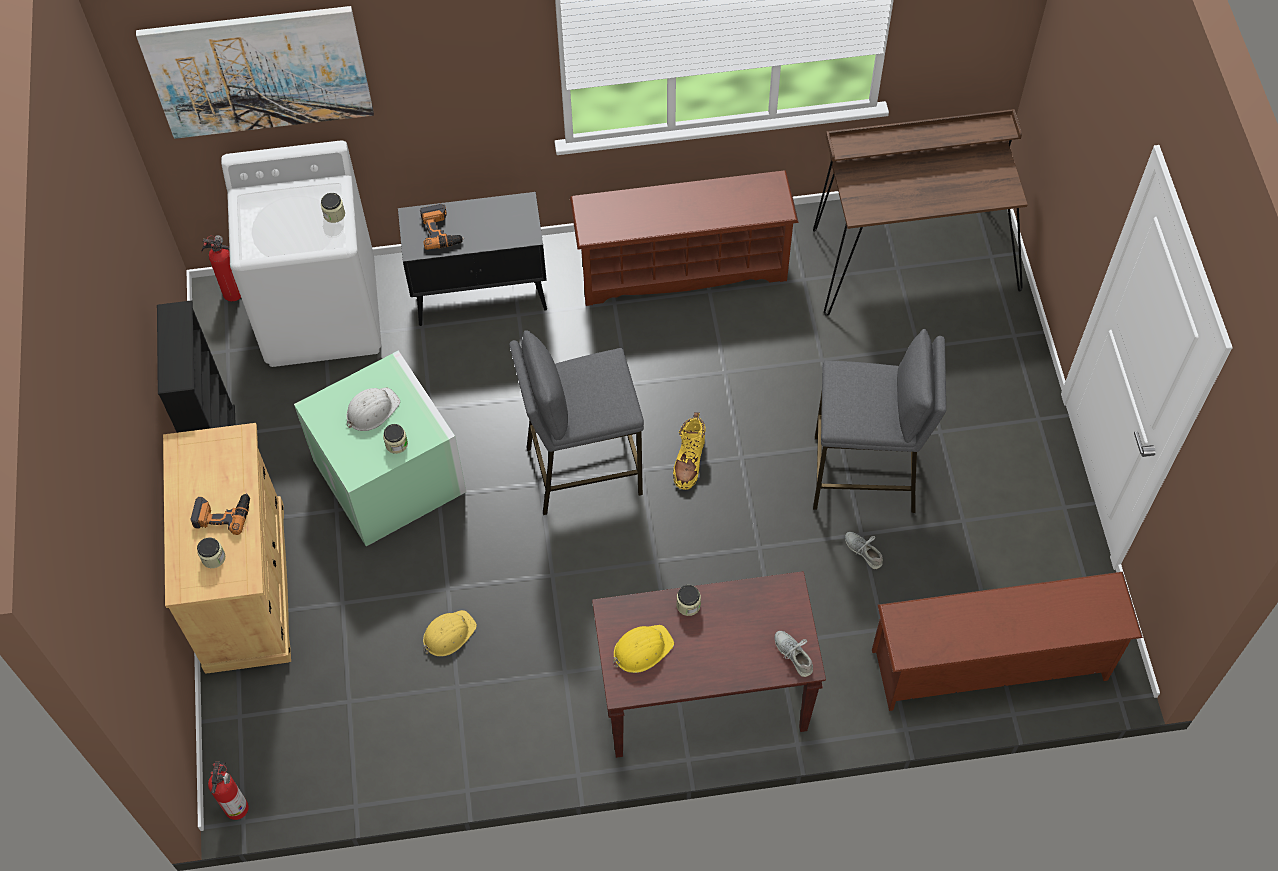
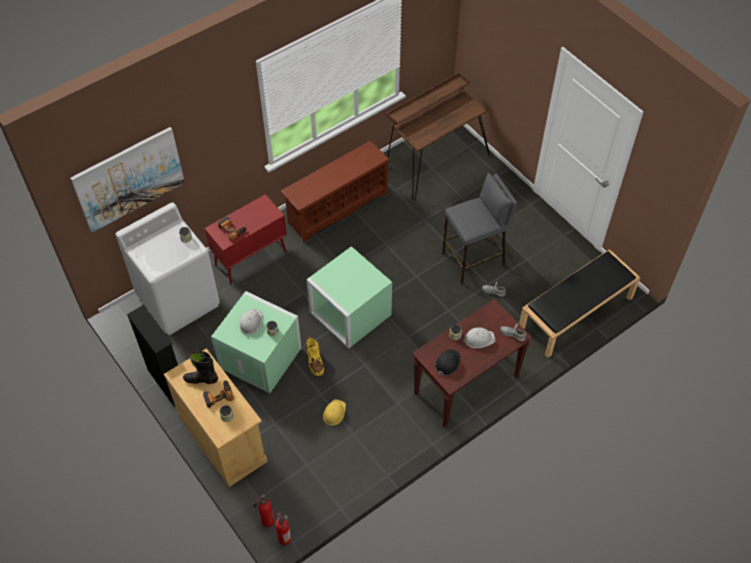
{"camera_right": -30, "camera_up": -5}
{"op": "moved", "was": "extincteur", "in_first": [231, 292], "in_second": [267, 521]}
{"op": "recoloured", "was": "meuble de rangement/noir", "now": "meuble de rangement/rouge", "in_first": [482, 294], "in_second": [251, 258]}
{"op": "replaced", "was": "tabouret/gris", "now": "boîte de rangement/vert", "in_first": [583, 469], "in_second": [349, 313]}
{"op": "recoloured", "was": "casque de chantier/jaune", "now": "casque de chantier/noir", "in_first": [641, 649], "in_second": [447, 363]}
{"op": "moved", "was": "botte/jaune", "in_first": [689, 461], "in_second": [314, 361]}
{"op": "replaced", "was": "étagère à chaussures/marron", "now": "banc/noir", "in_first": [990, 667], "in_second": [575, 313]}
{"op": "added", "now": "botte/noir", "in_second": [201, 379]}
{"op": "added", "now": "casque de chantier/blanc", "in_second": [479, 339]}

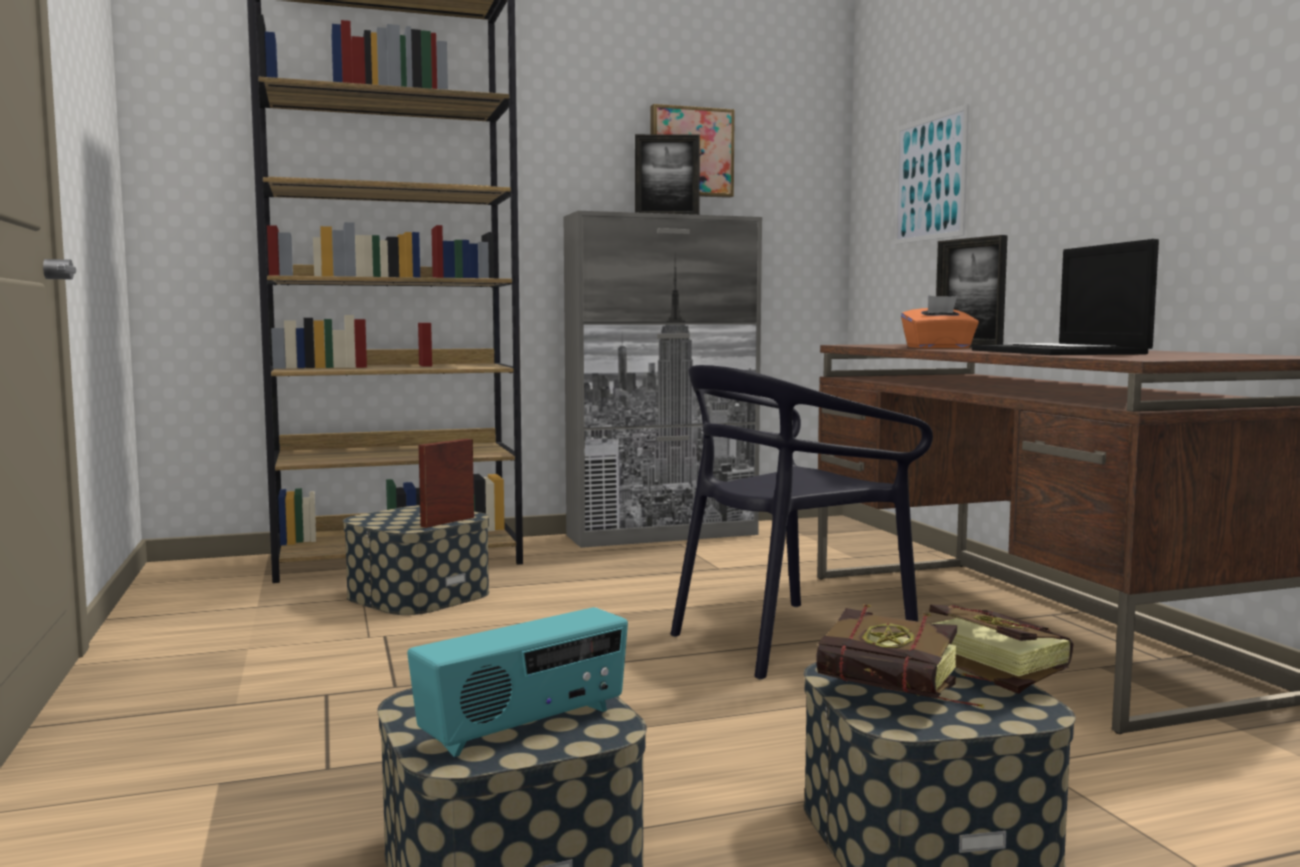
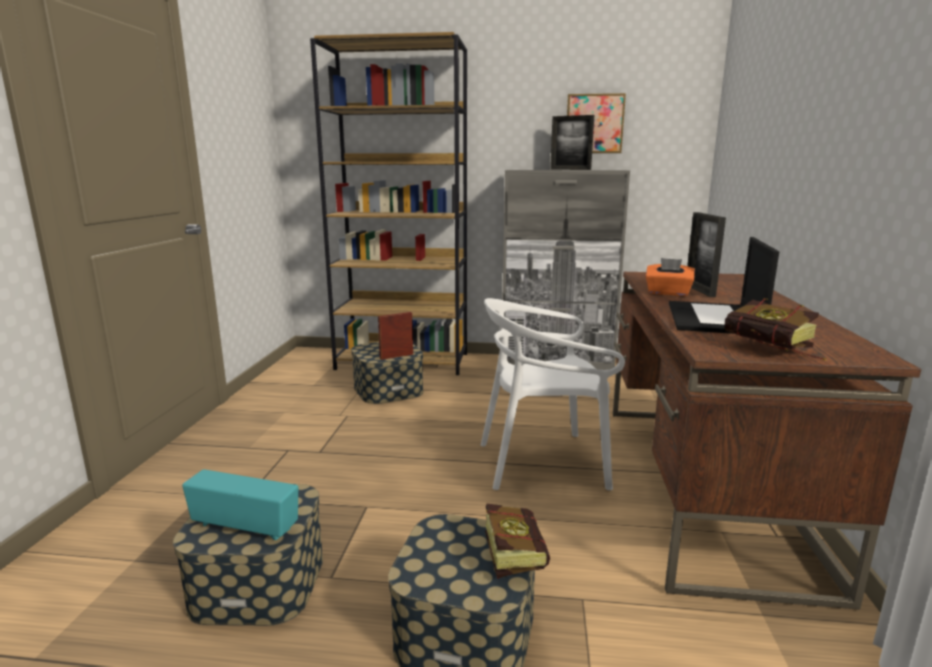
{"camera_right": 25, "camera_up": 10}
{"op": "turned", "was": "radio", "in_first": [525, 727], "in_second": [246, 526], "clockwise": -150}
{"op": "recoloured", "was": "chaise/noir", "now": "chaise/blanc", "in_first": [789, 640], "in_second": [543, 463]}
{"op": "moved", "was": "livre", "in_first": [901, 700], "in_second": [774, 351]}
{"op": "removed", "was": "tableau", "in_first": [930, 178]}

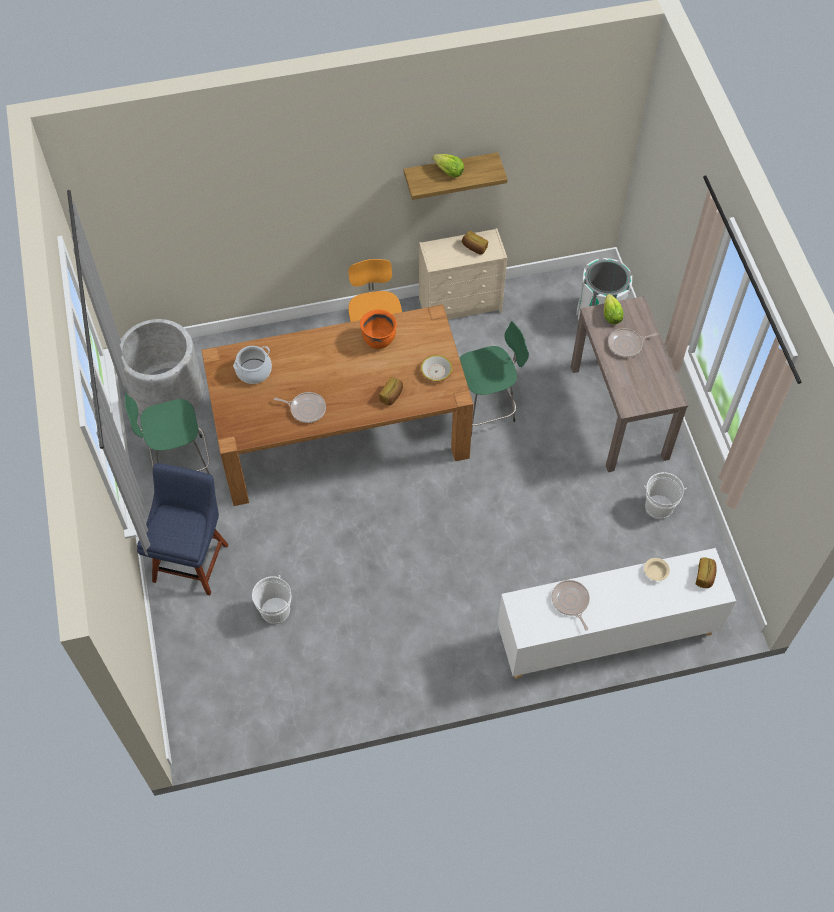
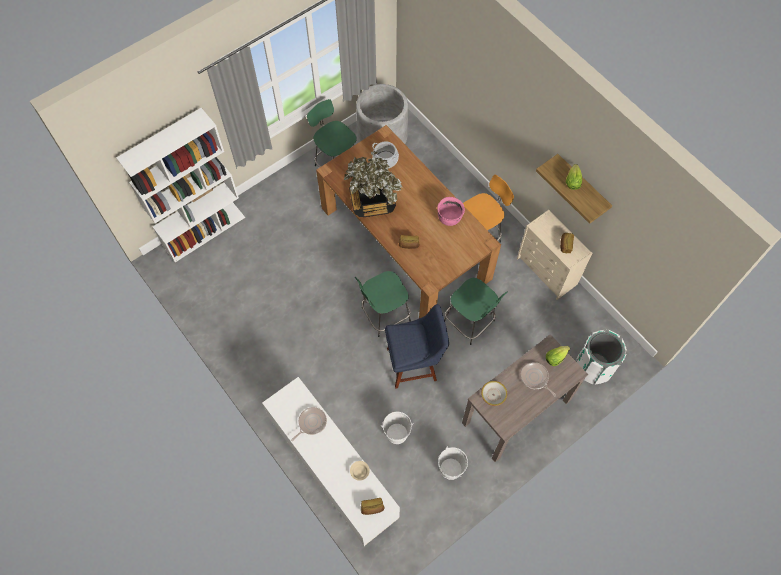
{"camera_right": 65, "camera_up": 5}
{"op": "moved", "was": "chaise/bleu", "in_first": [192, 559], "in_second": [414, 363]}
{"op": "moved", "was": "seau/blanc", "in_first": [275, 610], "in_second": [397, 433]}
{"op": "replaced", "was": "poêle", "now": "plante en pot", "in_first": [306, 409], "in_second": [372, 200]}
{"op": "recoloured", "was": "marmite/orange", "now": "marmite/rose", "in_first": [378, 339], "in_second": [449, 218]}
{"op": "moved", "was": "bol", "in_first": [436, 371], "in_second": [493, 394]}
{"op": "added", "now": "bibliothèque/blanc", "in_second": [204, 231]}
{"op": "added", "now": "tabouret/vert", "in_second": [384, 315]}

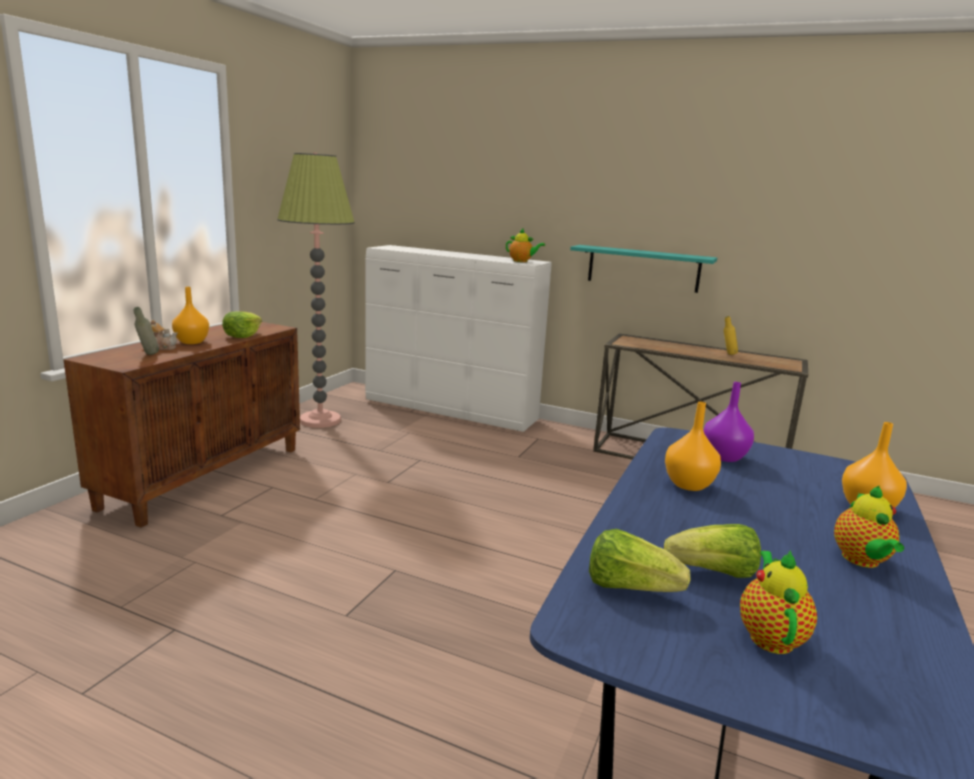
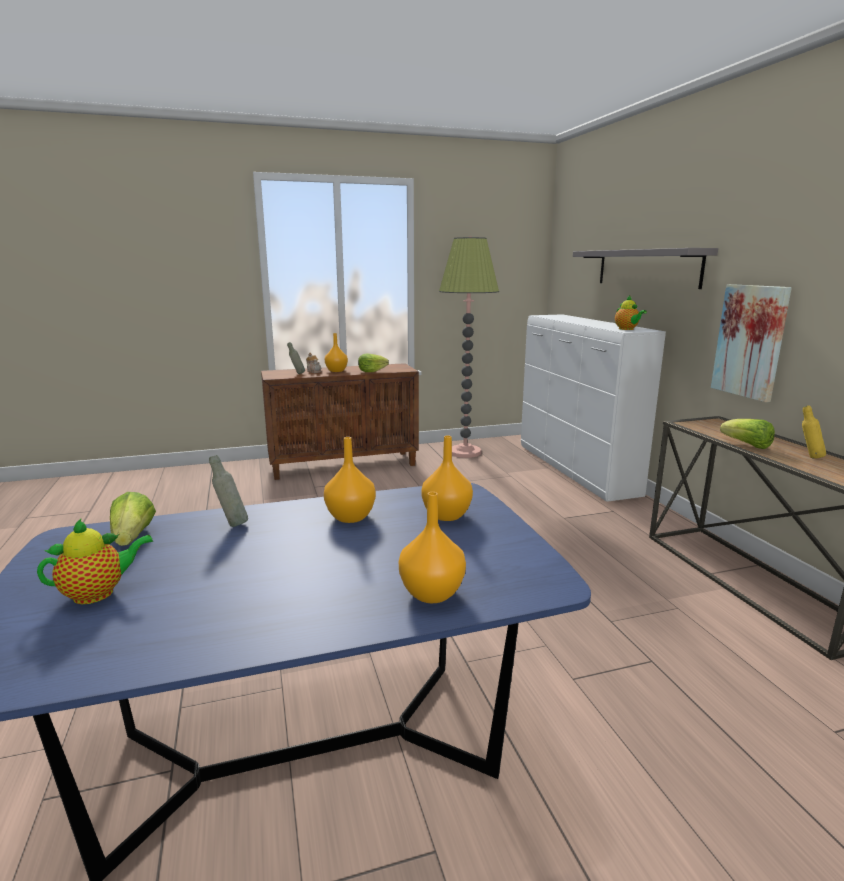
{"camera_right": 50, "camera_up": 0}
{"op": "replaced", "was": "étagère/turquoise", "now": "tableau", "in_first": [643, 268], "in_second": [750, 341]}
{"op": "moved", "was": "laitue", "in_first": [713, 573], "in_second": [747, 445]}
{"op": "recoloured", "was": "vase/violet", "now": "vase/orange", "in_first": [723, 457], "in_second": [445, 515]}
{"op": "removed", "was": "théière", "in_first": [862, 560]}
{"op": "added", "now": "bouteille/gris", "in_second": [231, 524]}
{"op": "added", "now": "étagère/gris", "in_second": [646, 268]}

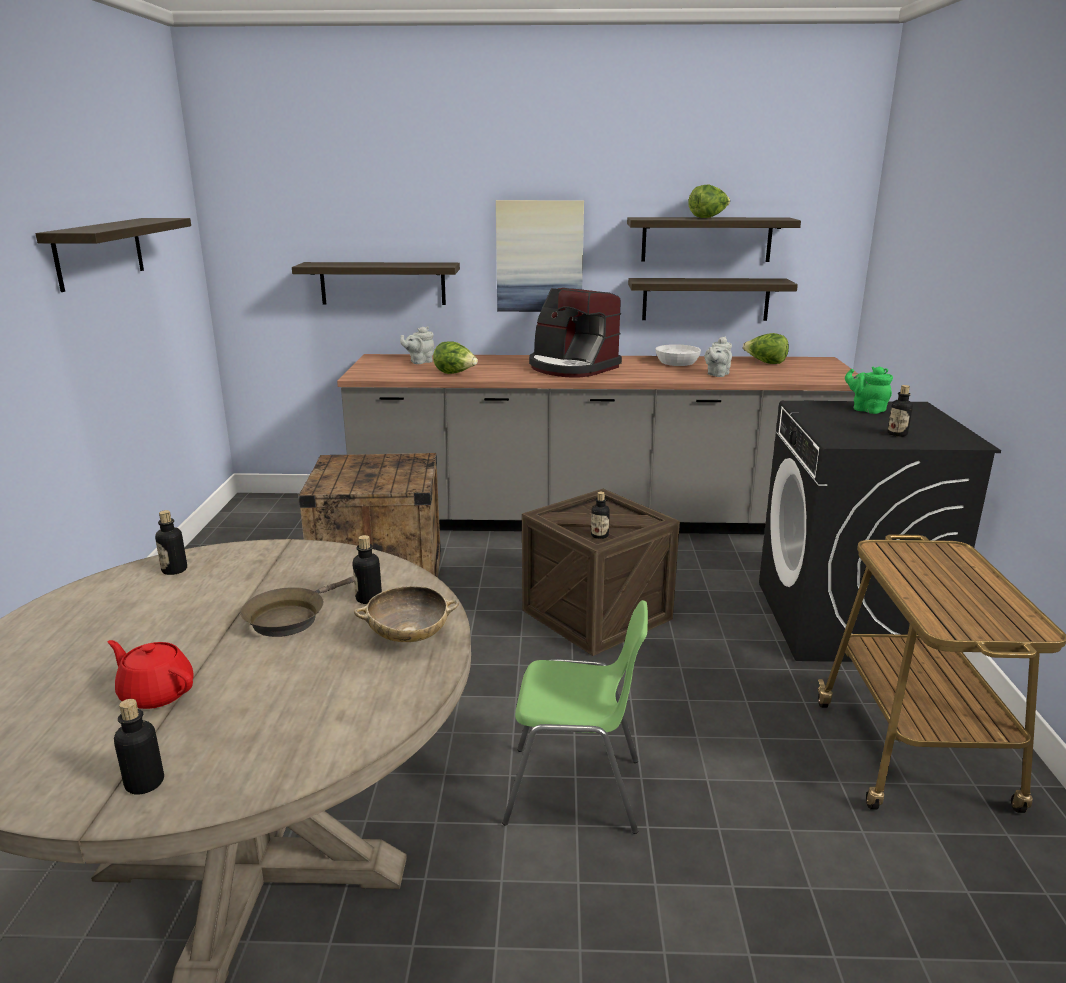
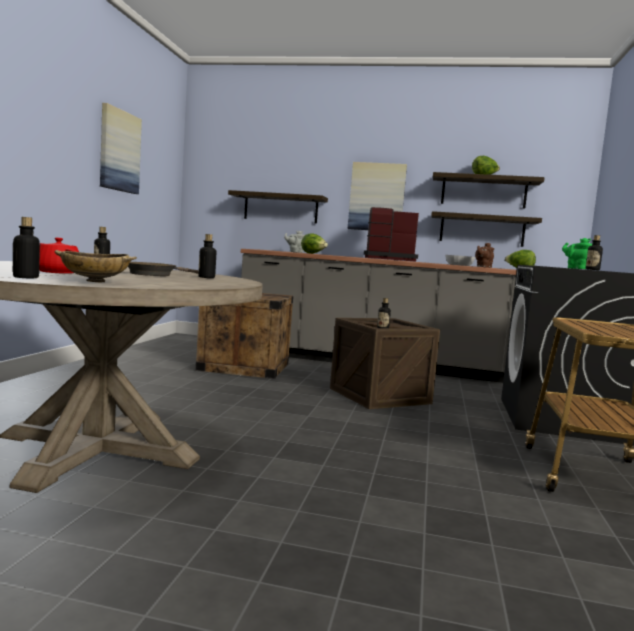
{"camera_right": 10, "camera_up": -15}
{"op": "replaced", "was": "étagère", "now": "tableau", "in_first": [100, 252], "in_second": [119, 151]}
{"op": "moved", "was": "bol/beige", "in_first": [409, 637], "in_second": [95, 281]}
{"op": "removed", "was": "chaise/vert", "in_first": [575, 791]}
{"op": "turned", "was": "machine à café", "in_first": [571, 367], "in_second": [388, 259], "clockwise": 135}
{"op": "recoloured", "was": "théière/gris", "now": "théière/marron", "in_first": [717, 374], "in_second": [483, 267]}

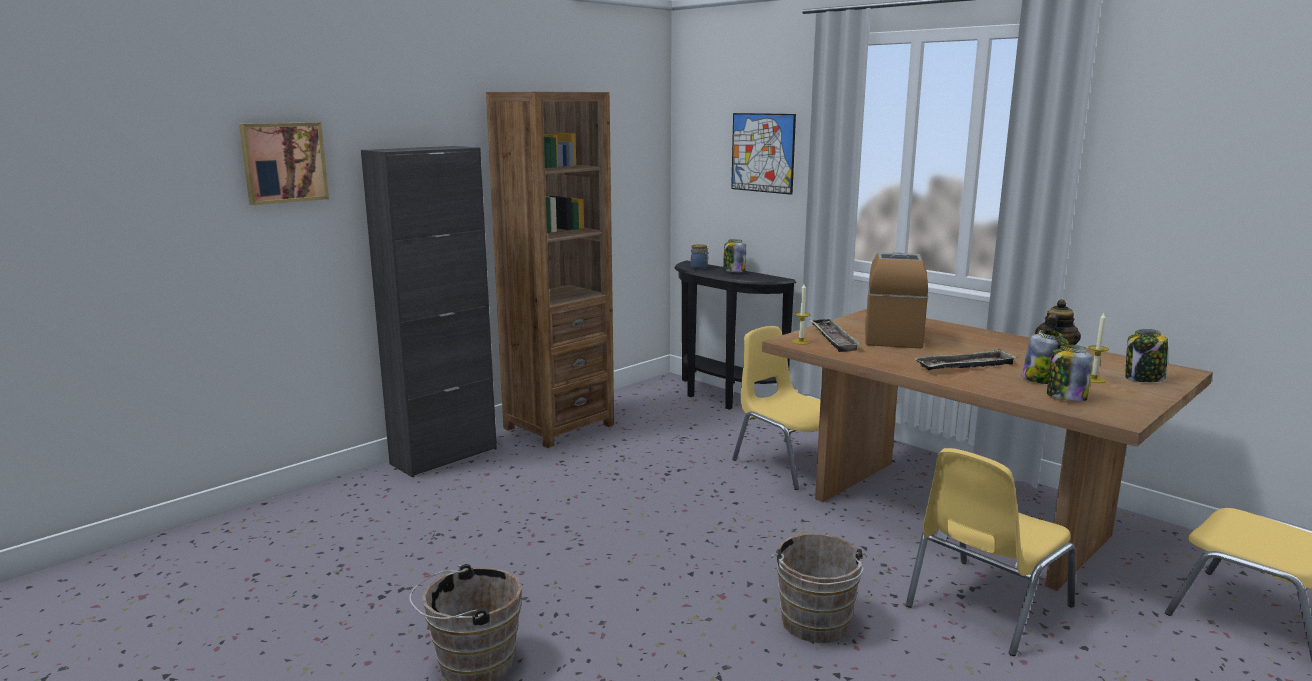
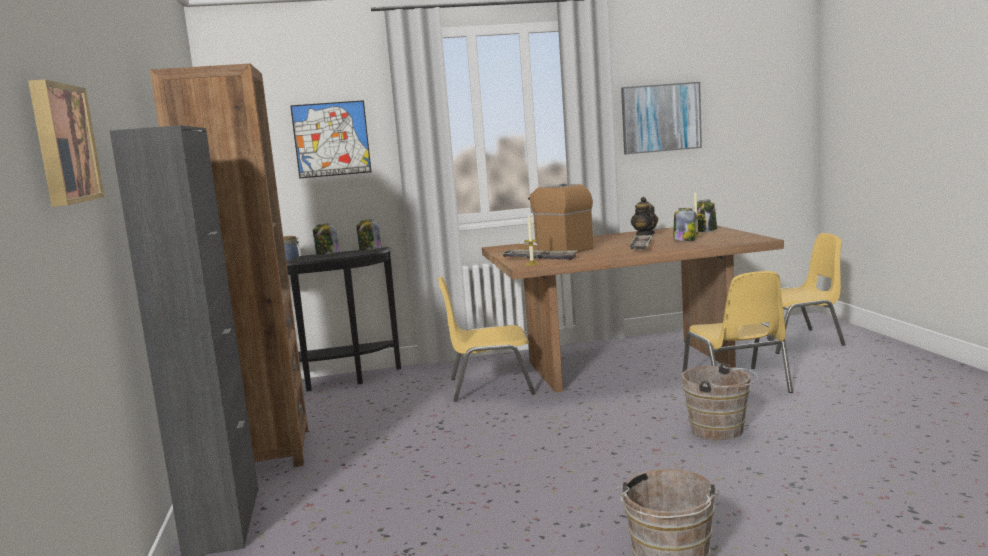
{"camera_right": -55, "camera_up": -5}
{"op": "moved", "was": "bocal", "in_first": [1065, 397], "in_second": [370, 250]}
{"op": "added", "now": "tableau", "in_second": [660, 118]}

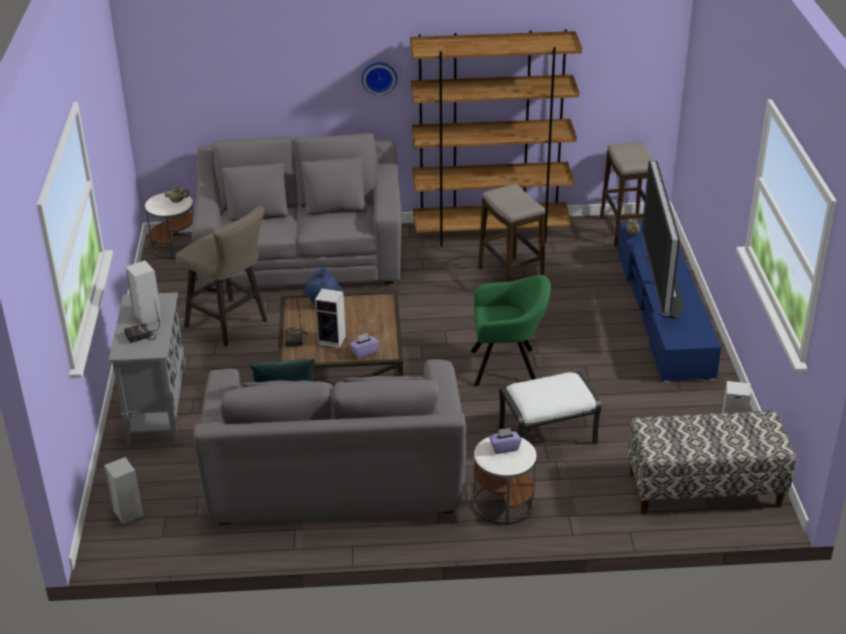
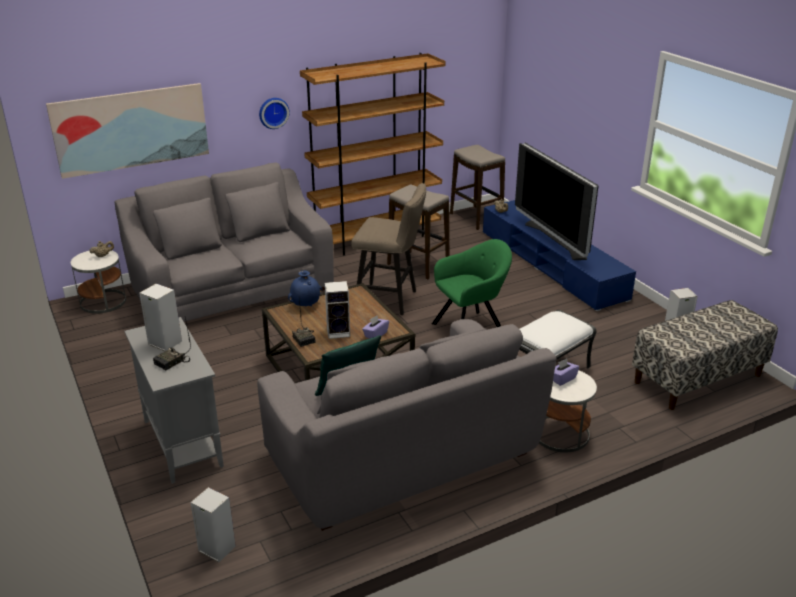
{"camera_right": -25, "camera_up": -5}
{"op": "moved", "was": "tabouret/beige", "in_first": [231, 325], "in_second": [390, 300]}
{"op": "added", "now": "tableau", "in_second": [131, 129]}

